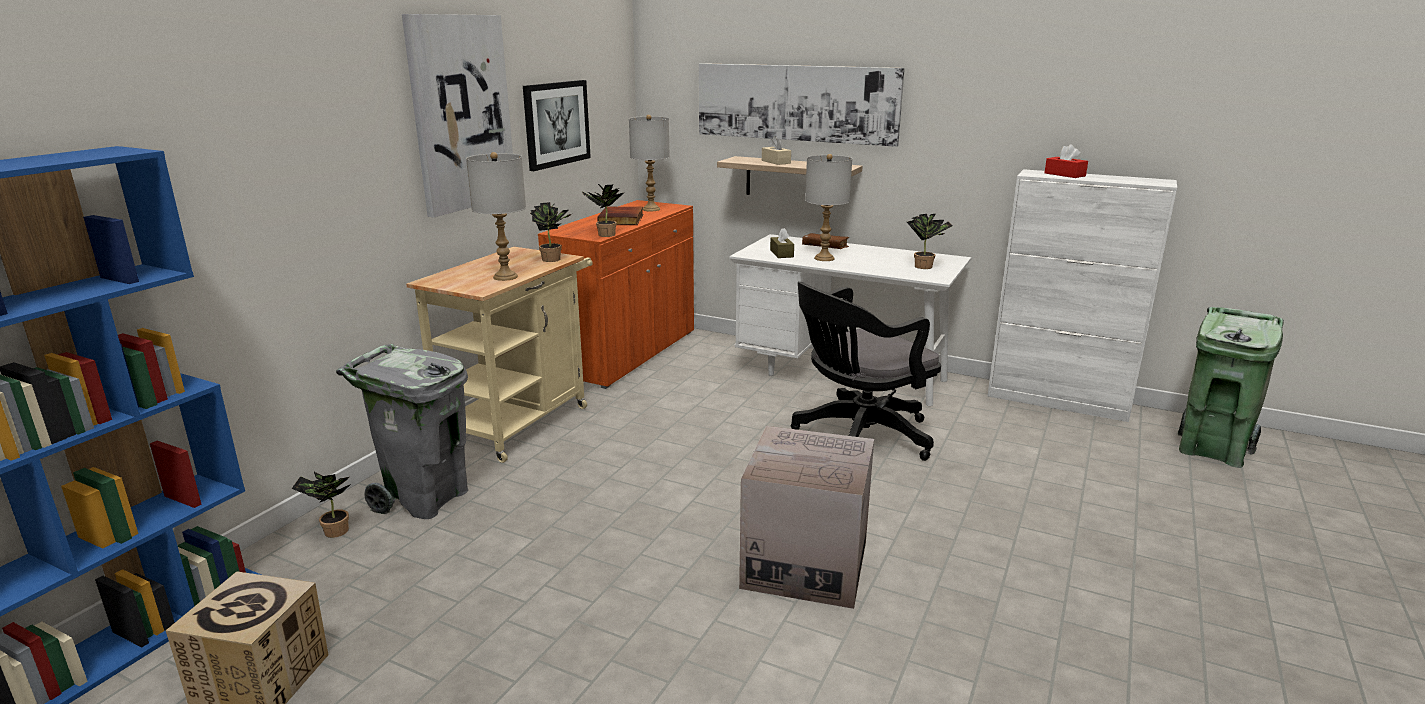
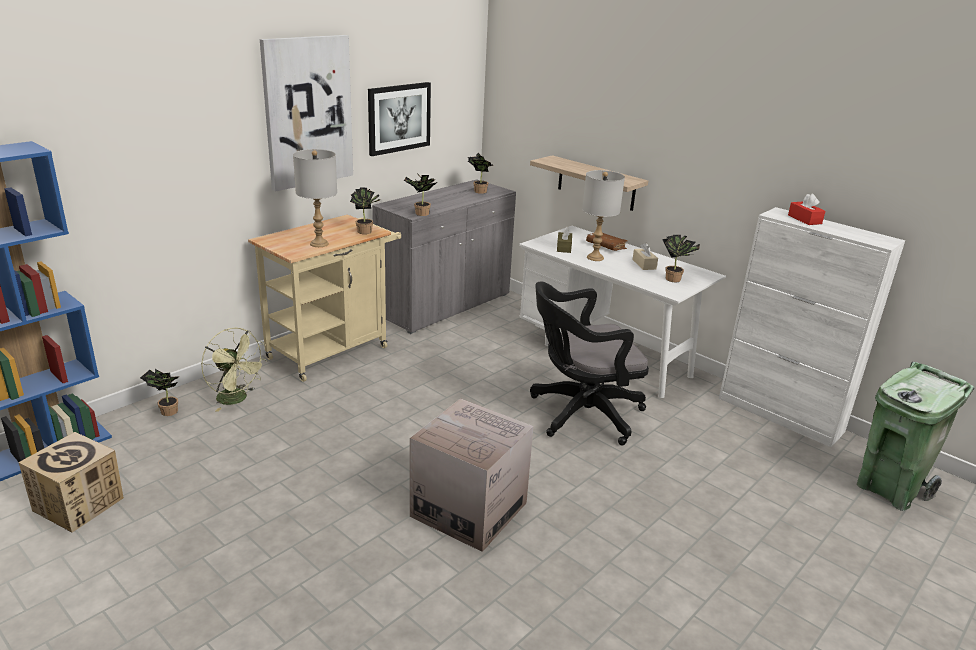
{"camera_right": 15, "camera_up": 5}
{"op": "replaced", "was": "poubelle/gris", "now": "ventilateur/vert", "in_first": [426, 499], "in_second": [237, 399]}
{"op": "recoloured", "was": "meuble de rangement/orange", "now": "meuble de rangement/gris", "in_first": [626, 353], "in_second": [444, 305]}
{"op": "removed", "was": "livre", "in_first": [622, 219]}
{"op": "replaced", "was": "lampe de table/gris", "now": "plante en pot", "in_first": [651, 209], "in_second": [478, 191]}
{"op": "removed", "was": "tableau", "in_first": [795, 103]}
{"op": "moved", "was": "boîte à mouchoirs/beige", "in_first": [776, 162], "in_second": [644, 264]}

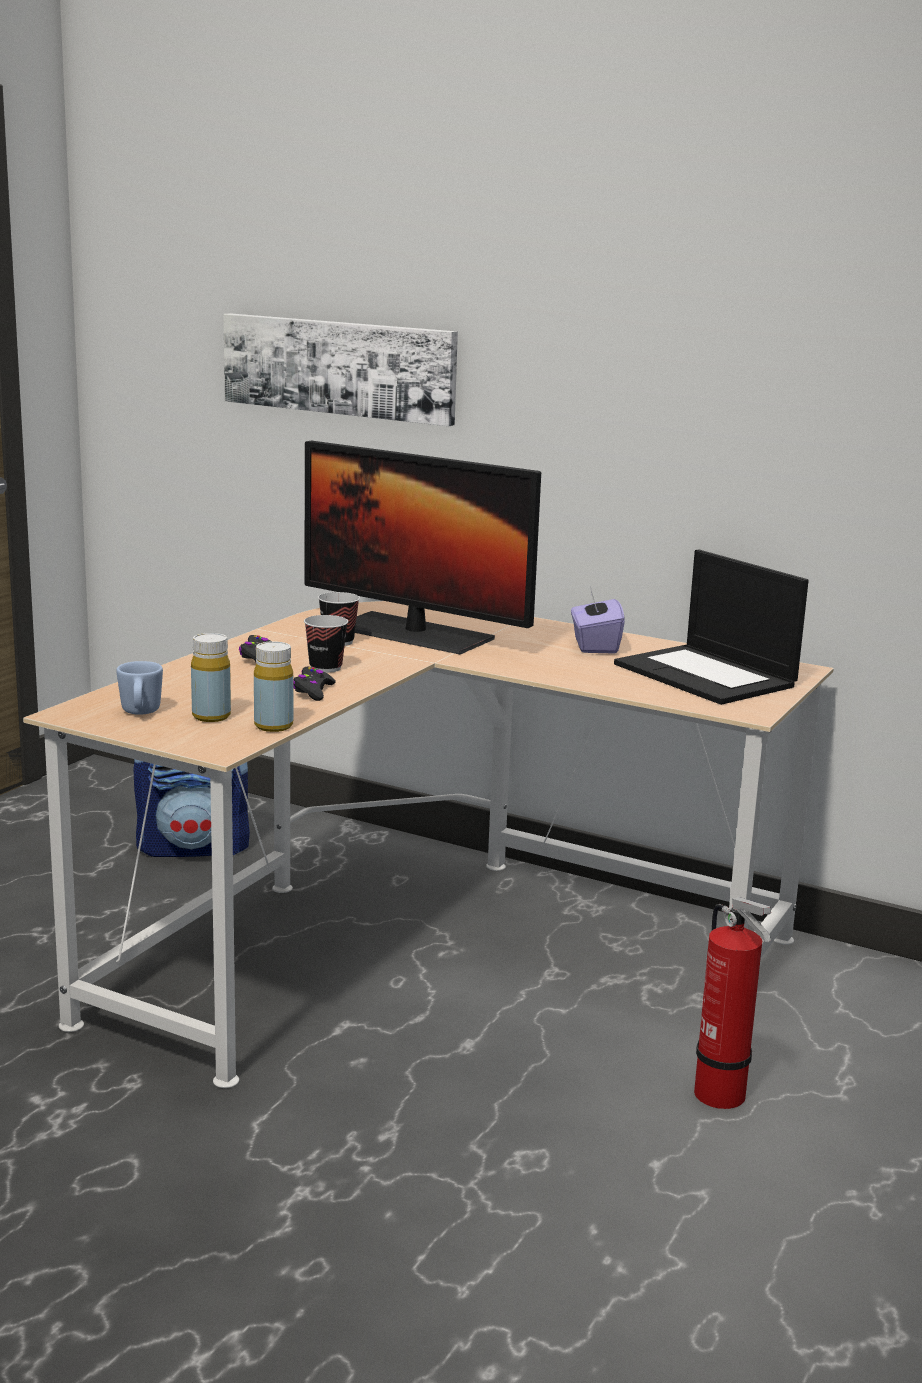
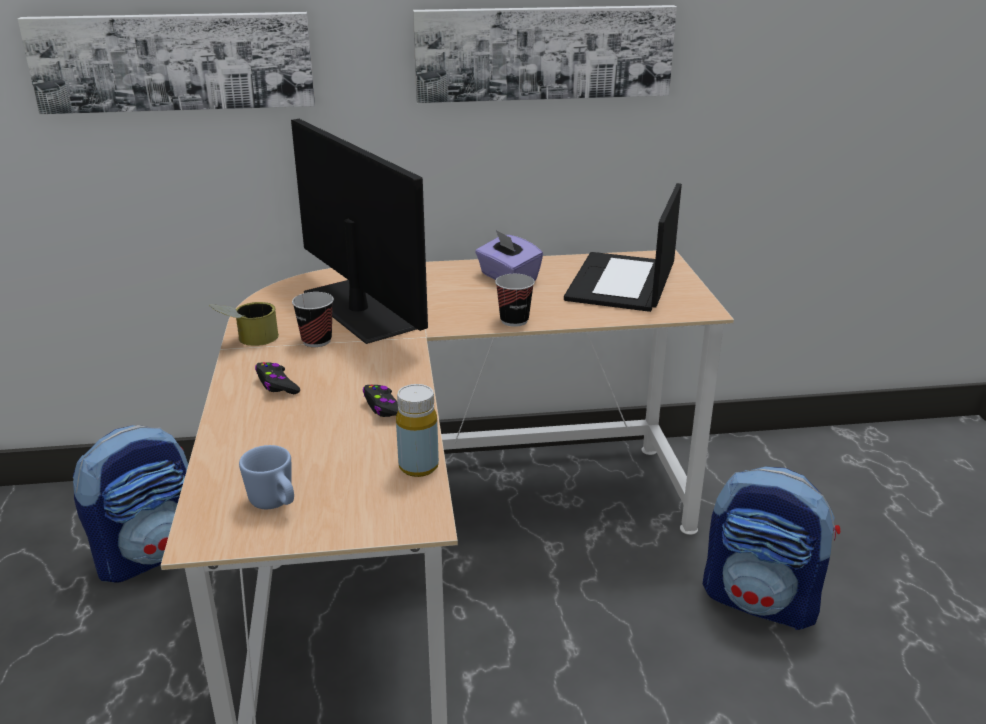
{"camera_right": -35, "camera_up": 10}
{"op": "removed", "was": "bouteille/jaune", "in_first": [211, 716]}
{"op": "turned", "was": "écran d'ordinateur", "in_first": [413, 633], "in_second": [361, 310], "clockwise": -120}
{"op": "moved", "was": "tasse", "in_first": [325, 668], "in_second": [514, 320]}
{"op": "turned", "was": "ordinateur portable", "in_first": [707, 675], "in_second": [622, 283], "clockwise": 90}
{"op": "replaced", "was": "extincteur", "now": "sac à dos", "in_first": [723, 1098], "in_second": [761, 601]}
{"op": "added", "now": "boîte métallique", "in_second": [247, 341]}
{"op": "added", "now": "tableau", "in_second": [544, 53]}

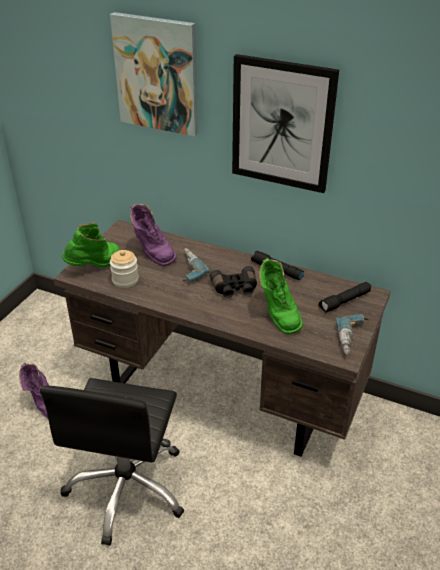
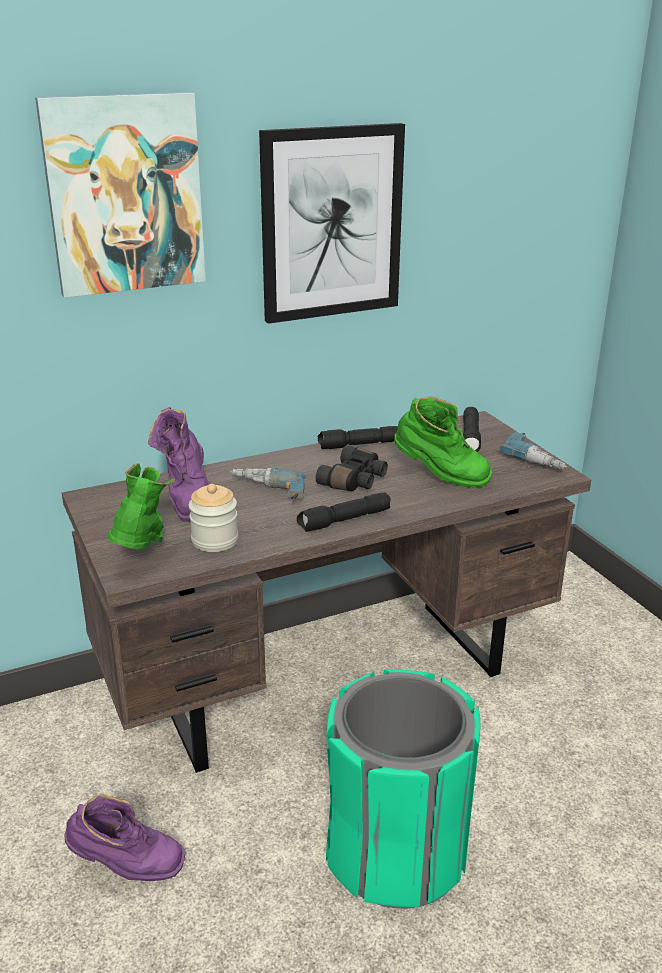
{"camera_right": -50, "camera_up": -10}
{"op": "replaced", "was": "chaise de bureau/noir", "now": "poubelle/vert", "in_first": [127, 488], "in_second": [396, 854]}
{"op": "turned", "was": "botte/violet", "in_first": [152, 252], "in_second": [188, 499], "clockwise": 75}
{"op": "added", "now": "lampe de poche/noir", "in_second": [344, 521]}

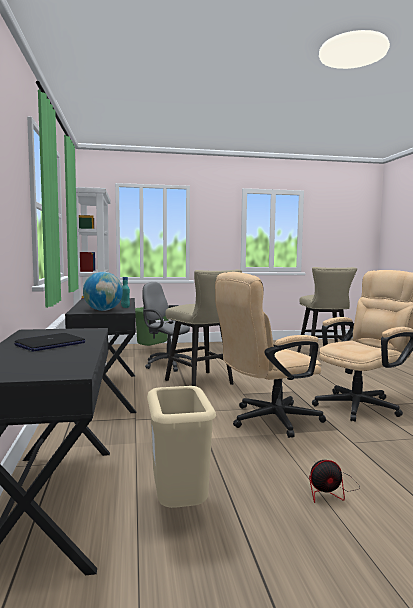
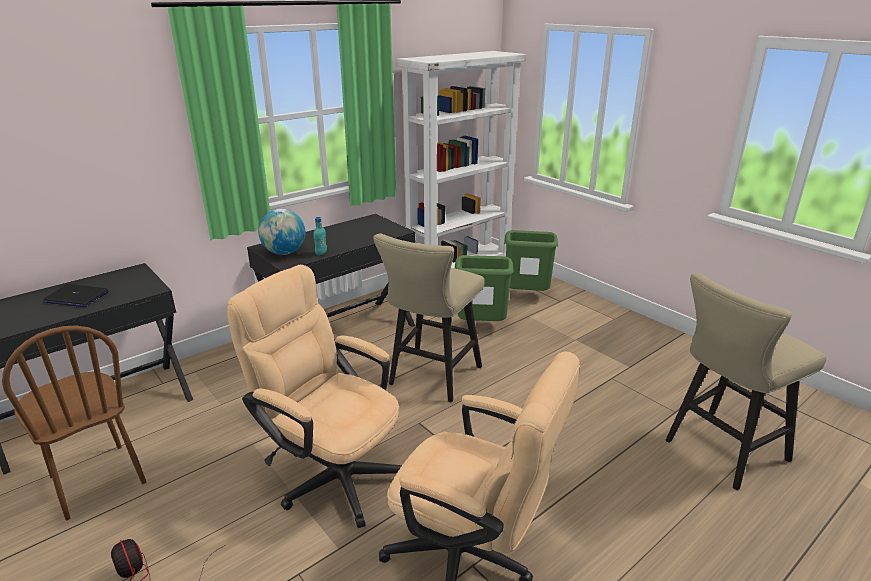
{"camera_right": 60, "camera_up": 20}
{"op": "replaced", "was": "chaise de bureau/gris", "now": "poubelle/vert", "in_first": [166, 364], "in_second": [481, 326]}
{"op": "replaced", "was": "poubelle/beige", "now": "chaise/marron", "in_first": [180, 508], "in_second": [96, 480]}

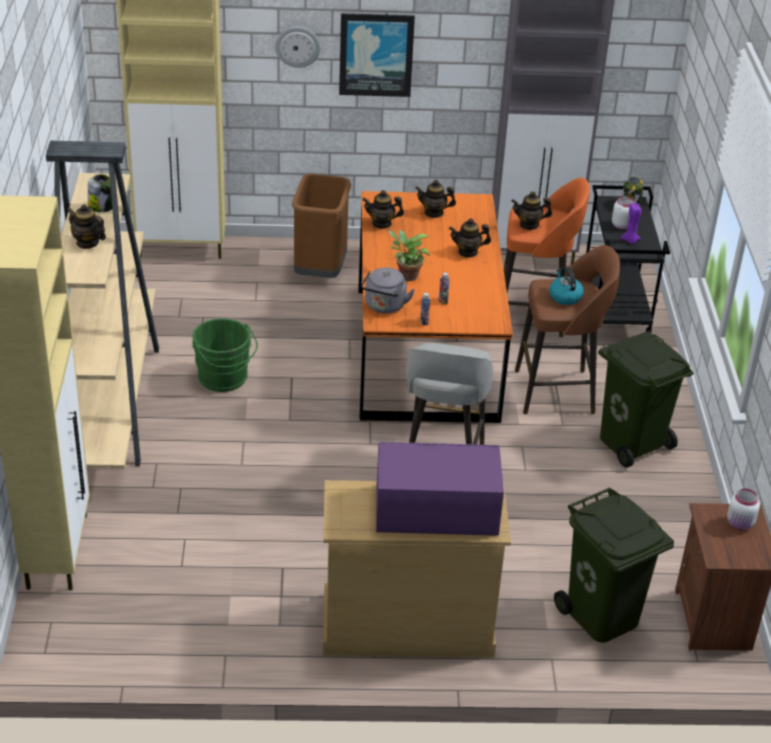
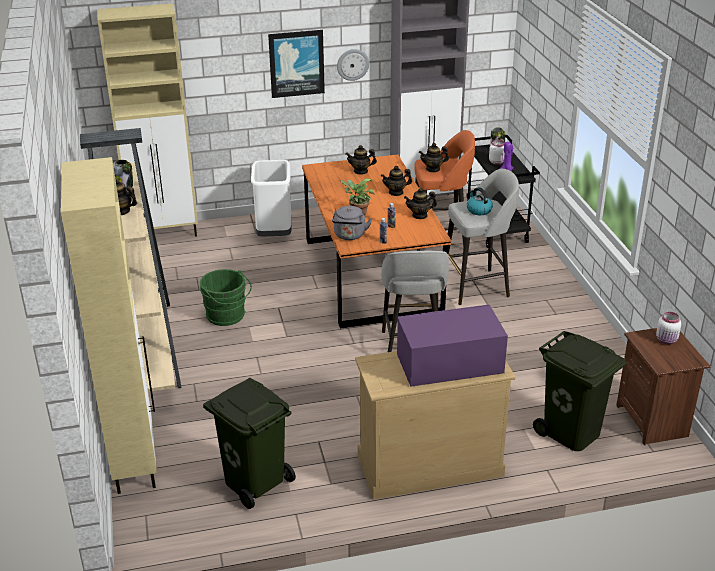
{"camera_right": -10, "camera_up": -5}
{"op": "moved", "was": "horloge murale", "in_first": [297, 46], "in_second": [352, 64]}
{"op": "recoloured", "was": "poubelle/marron", "now": "poubelle/blanc", "in_first": [320, 270], "in_second": [274, 233]}
{"op": "moved", "was": "théière", "in_first": [382, 223], "in_second": [420, 215]}
{"op": "recoloured", "was": "tabouret/marron", "now": "tabouret/gris", "in_first": [557, 392], "in_second": [477, 287]}
{"op": "moved", "was": "poubelle/vert", "in_first": [632, 442], "in_second": [255, 481]}

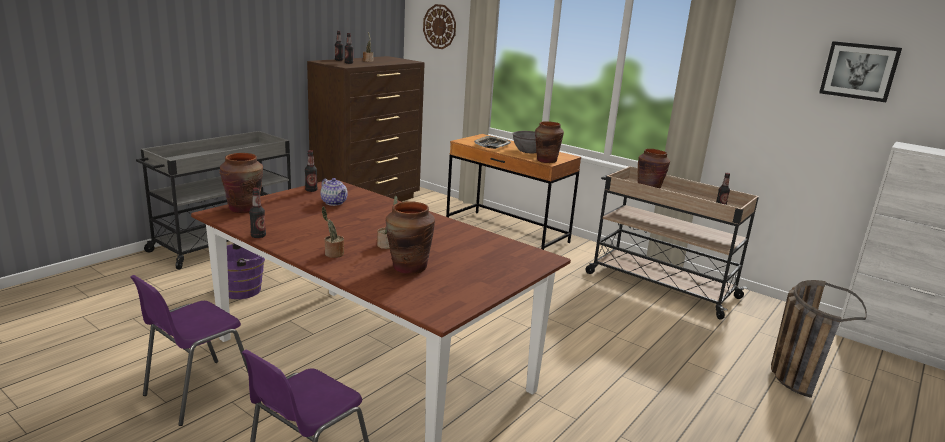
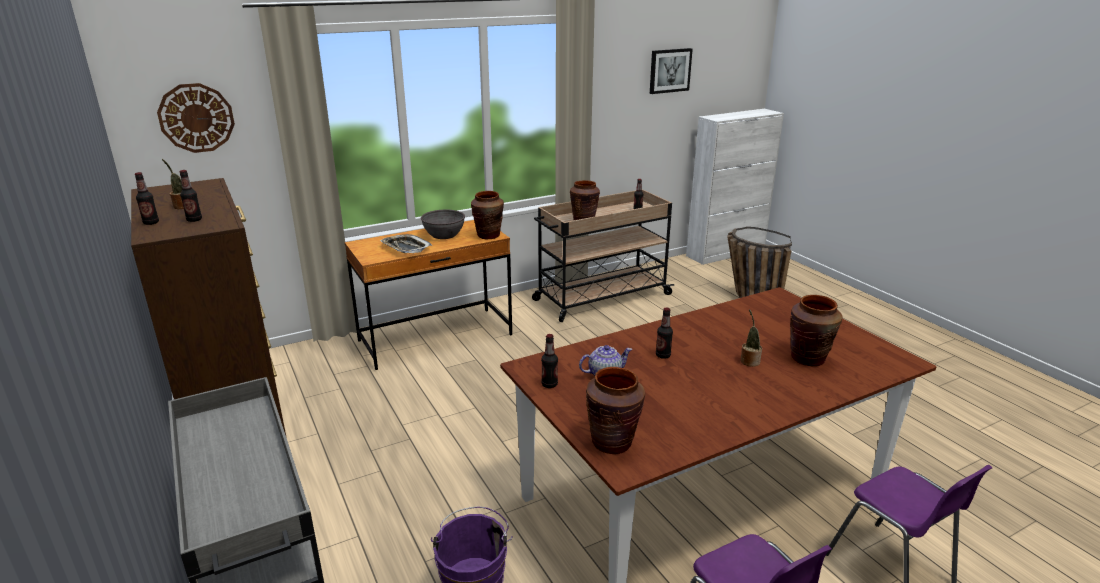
{"camera_right": -65, "camera_up": 5}
{"op": "moved", "was": "bouteille", "in_first": [258, 236], "in_second": [663, 355]}
{"op": "removed", "was": "plante en pot", "in_first": [333, 254]}

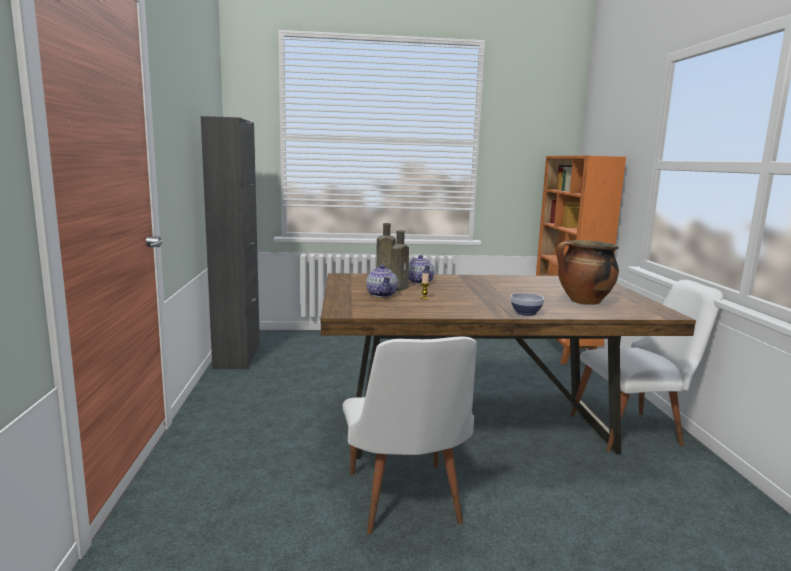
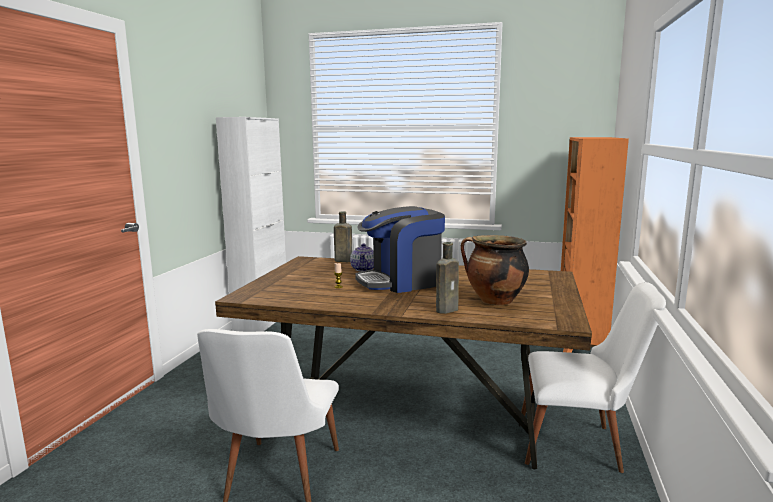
{"camera_right": 20, "camera_up": 0}
{"op": "recoloured", "was": "meuble de rangement/noir", "now": "meuble de rangement/blanc", "in_first": [237, 355], "in_second": [261, 322]}
{"op": "removed", "was": "théière", "in_first": [382, 294]}
{"op": "moved", "was": "bouteille/marron", "in_first": [400, 288], "in_second": [448, 309]}
{"op": "removed", "was": "bol", "in_first": [525, 313]}
{"op": "added", "now": "machine à café", "in_second": [401, 282]}

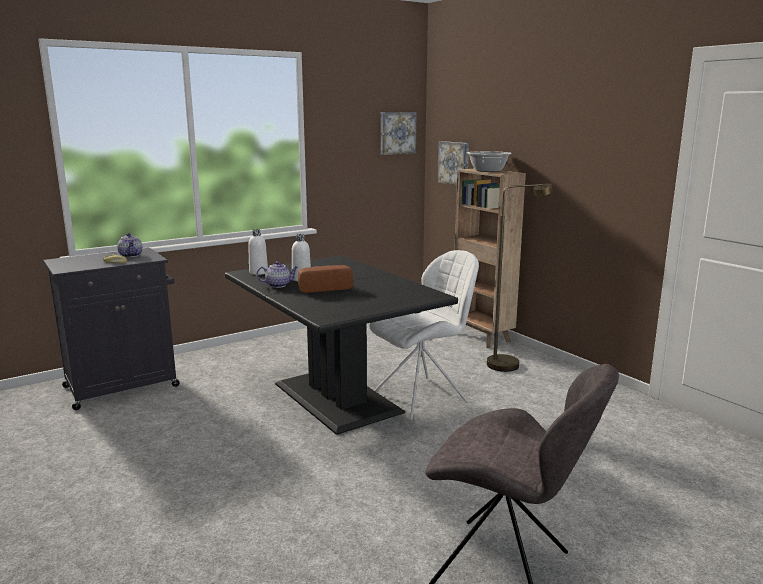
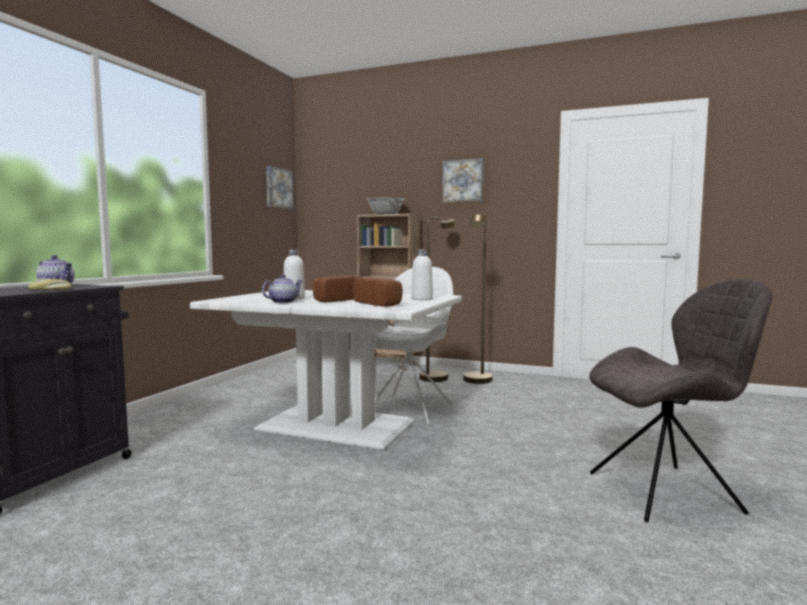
{"camera_right": -35, "camera_up": -10}
{"op": "recoloured", "was": "table à manger/noir", "now": "table à manger/blanc", "in_first": [335, 398], "in_second": [335, 426]}
{"op": "moved", "was": "bouteille/blanc", "in_first": [258, 272], "in_second": [422, 299]}
{"op": "moved", "was": "tableau", "in_first": [454, 163], "in_second": [463, 181]}
{"op": "added", "now": "pain", "in_second": [380, 303]}
{"op": "added", "now": "lampadaire/marron", "in_second": [477, 382]}

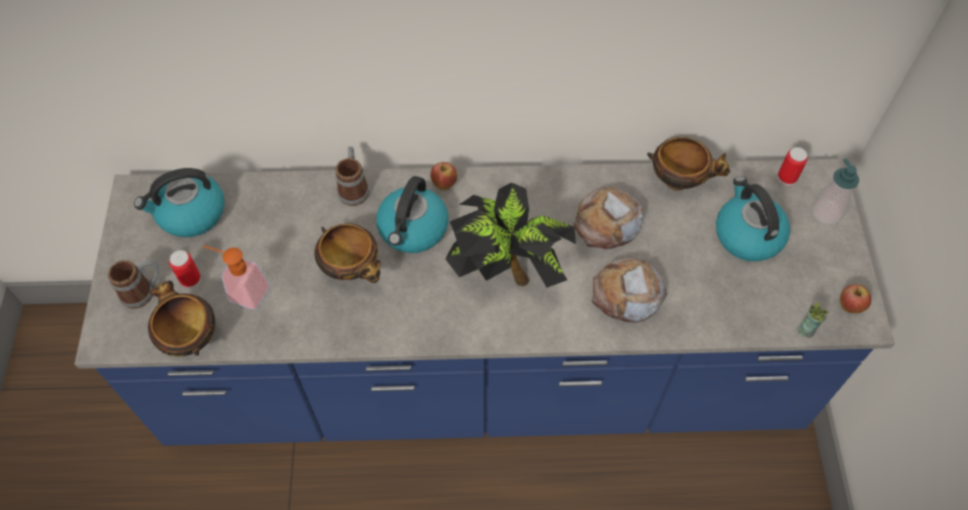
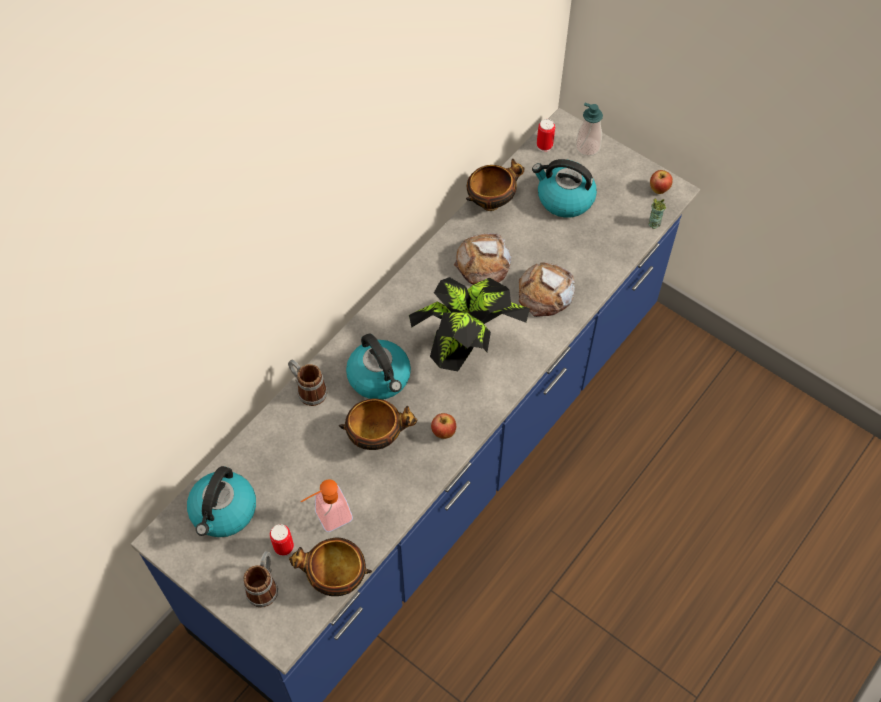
{"camera_right": -50, "camera_up": 0}
{"op": "moved", "was": "pomme", "in_first": [444, 184], "in_second": [443, 433]}

